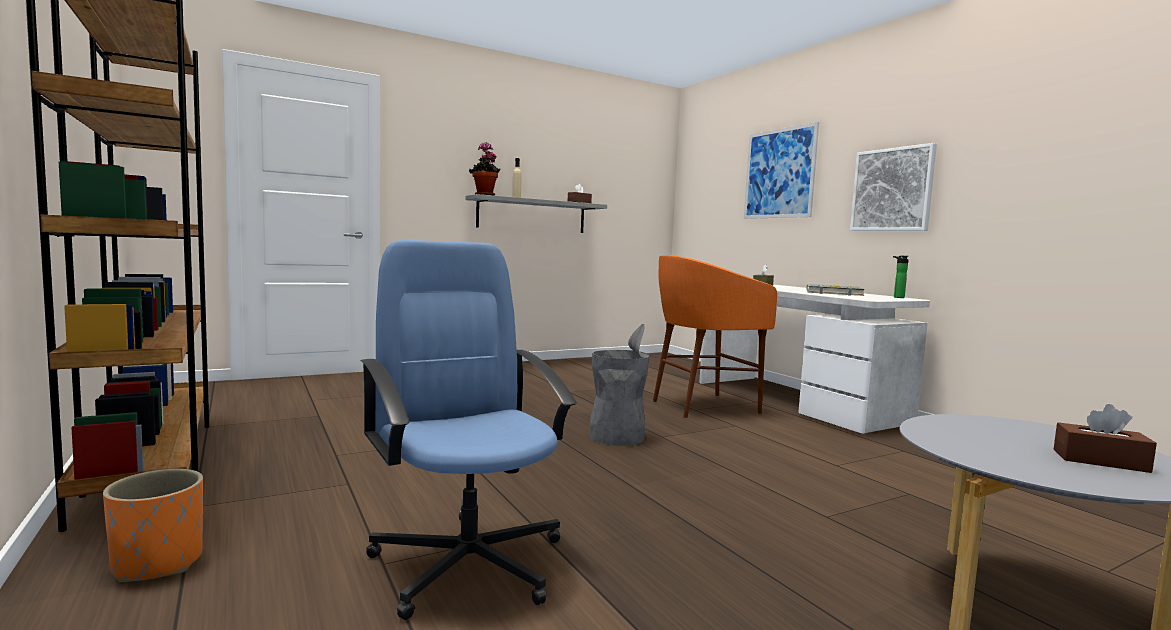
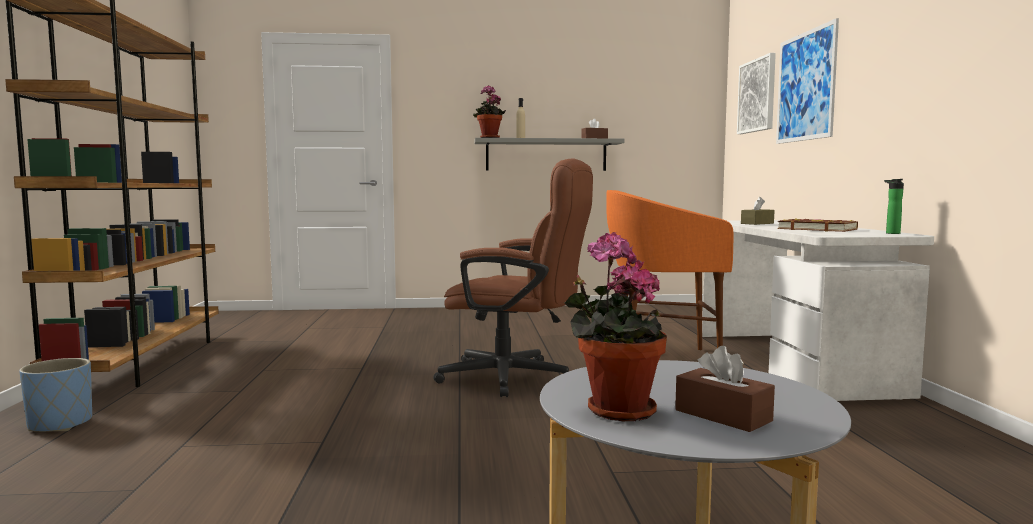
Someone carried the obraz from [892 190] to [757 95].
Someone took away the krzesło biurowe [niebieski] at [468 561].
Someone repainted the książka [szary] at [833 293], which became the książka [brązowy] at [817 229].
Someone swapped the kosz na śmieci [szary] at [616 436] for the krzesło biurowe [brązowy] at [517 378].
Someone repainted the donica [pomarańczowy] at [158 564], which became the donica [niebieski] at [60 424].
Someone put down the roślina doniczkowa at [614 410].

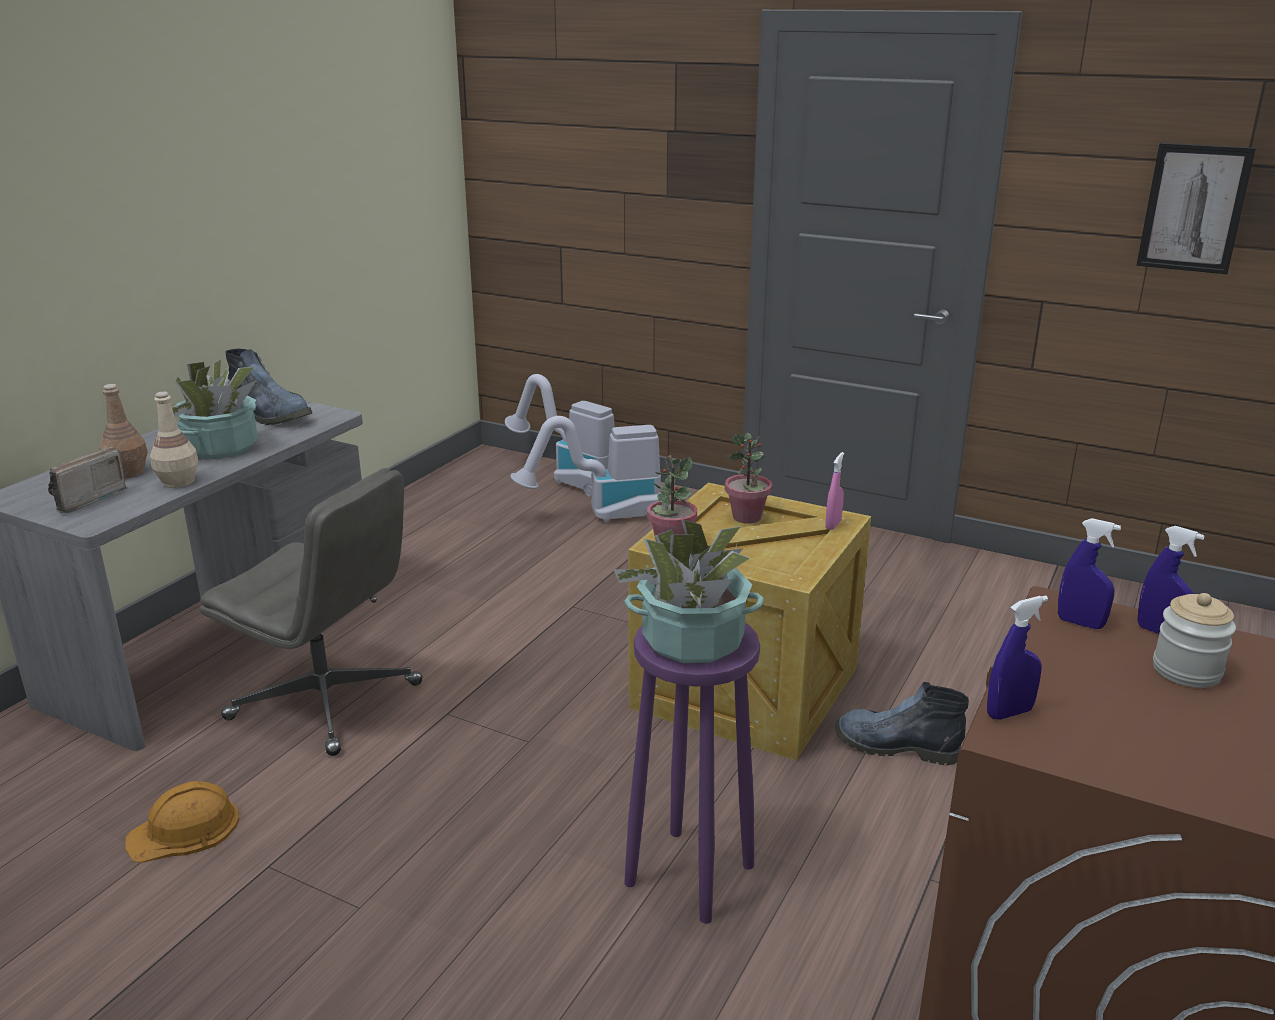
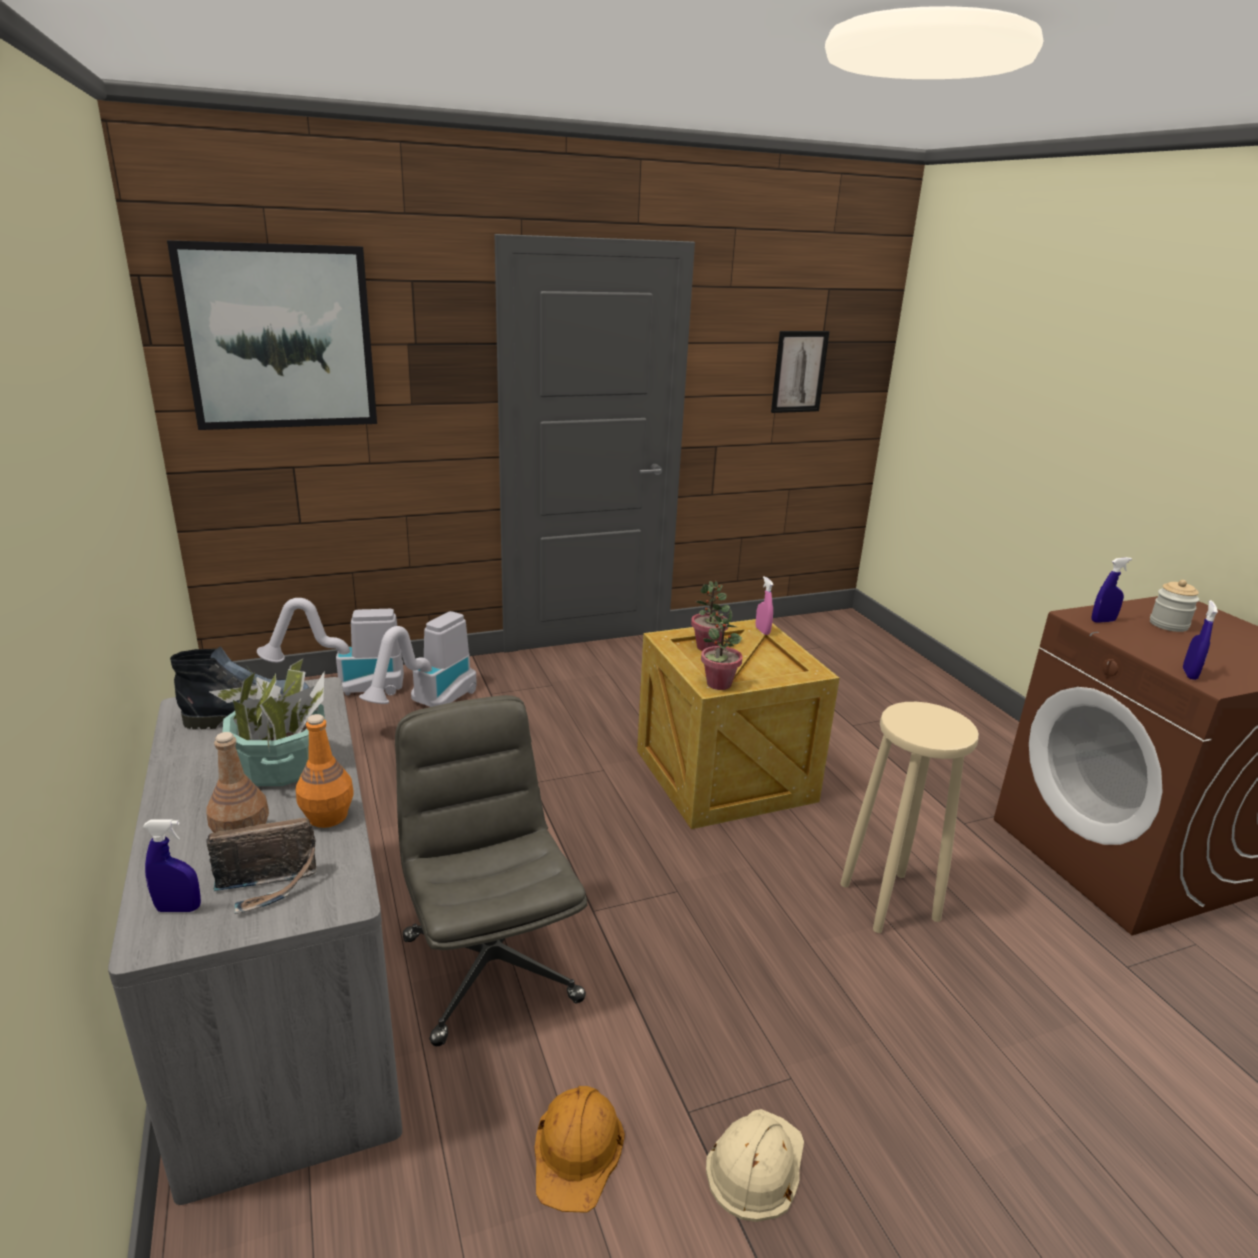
Someone repainted the butelka [beżowy] at [178 482], which became the butelka [pomarańczowy] at [327 816].
Someone rotated the radio at [84 500] by 90 degrees counterclockwise.
Someone rotated the krzesło biurowe [szary] at [327 701] by 90 degrees counterclockwise.
Someone took away the roślina doniczkowa at [693 640].
Someone carried the spryskiwacz [niebieski] from [1159 632] to [178 908].
Someone repainted the stołek [fioletowy] at [691 875], which became the stołek [beżowy] at [890 901].
Someone took away the but z cholewką at [894 746].
Someone put up the obraz at [279 338].
Someone put down the kask [beżowy] at [756 1164].

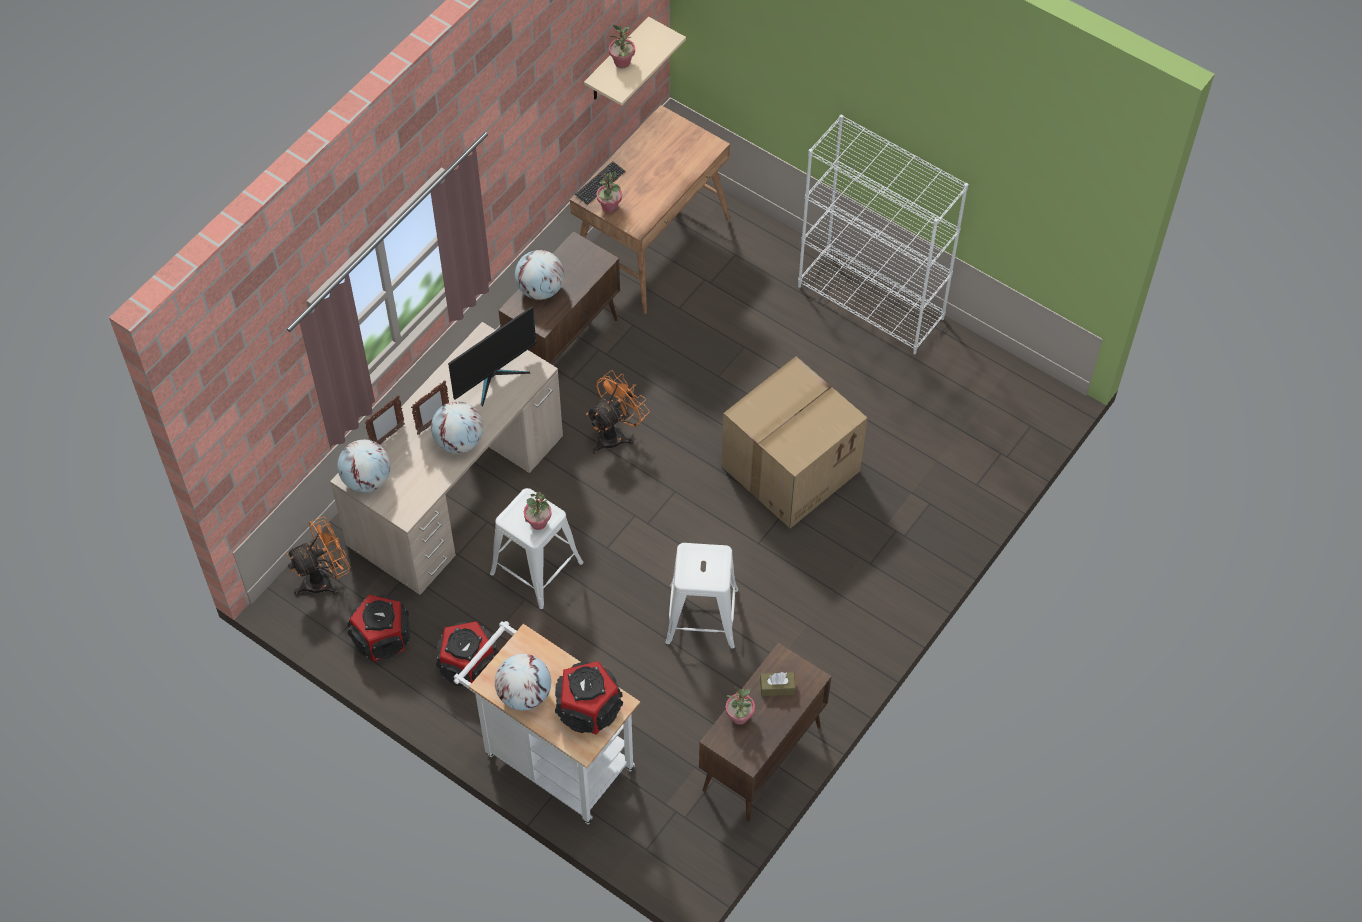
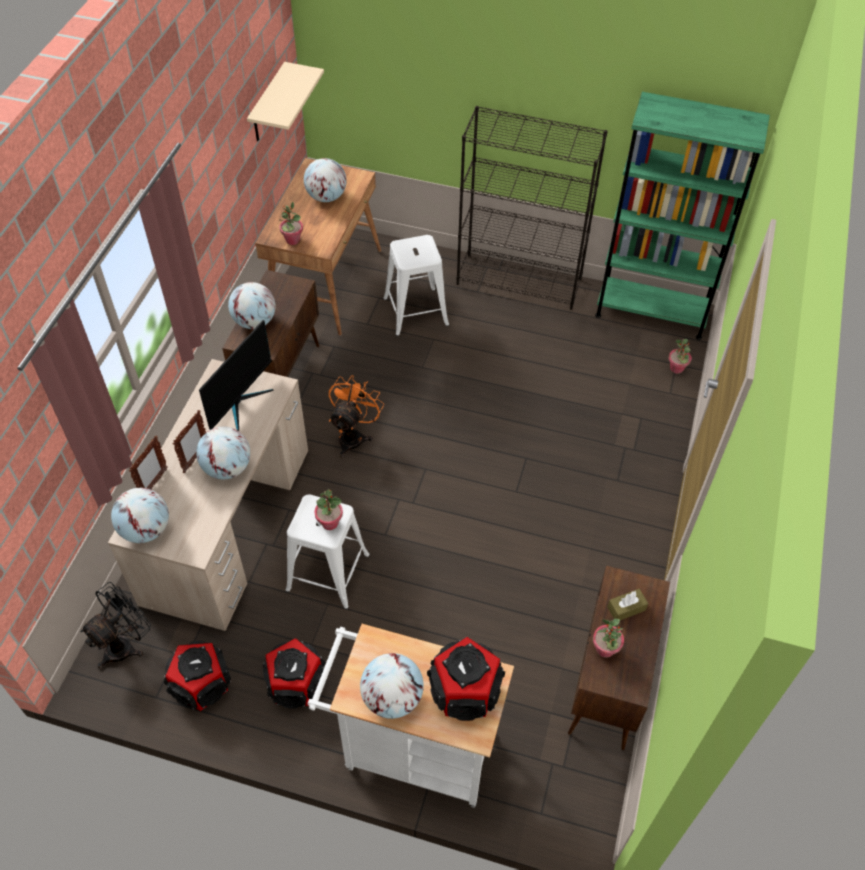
Someone carried the roślina doniczkowa from [622 62] to [676 368].
Someone repainted the regał [biały] at [871 302], which became the regał [czarny] at [520 281].
Someone took away the klawiatura at [600 183].
Someone took away the karton at [790 466].
Someone repainted the wentylator [pomarańczowy] at [324 579], which became the wentylator [czarny] at [125 644].
Someone carried the stołek [biały] from [702 616] to [415 311].
Someone put down the regał [zielony] at [651 311].
Someone put down the globus at [326 197].

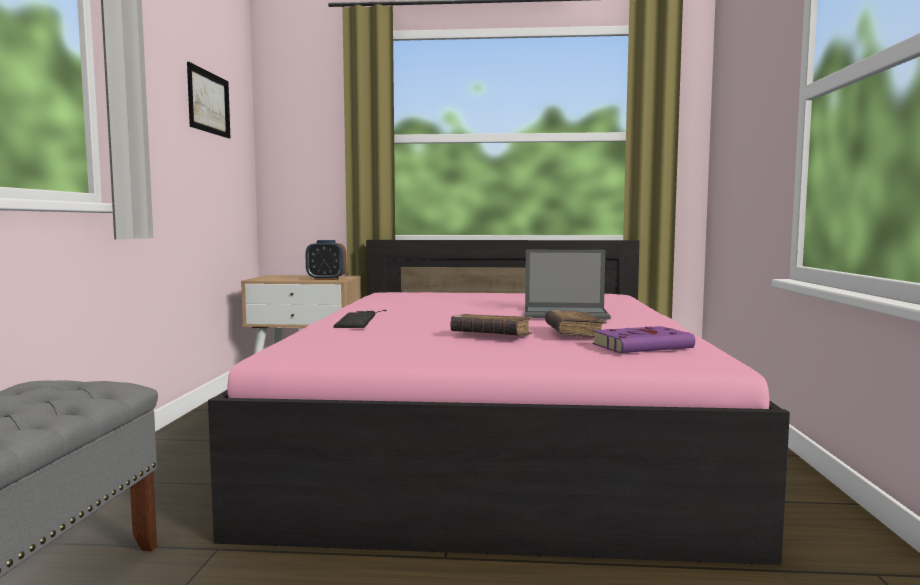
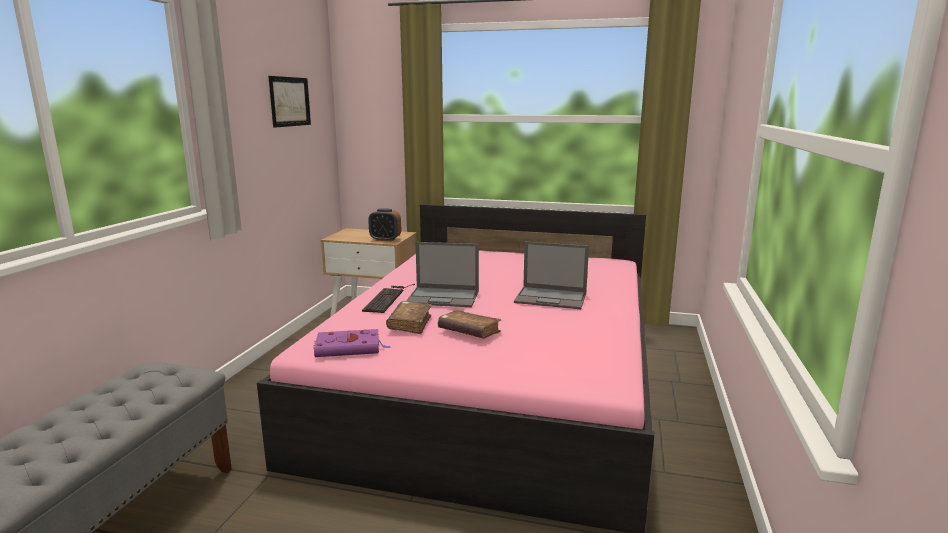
Someone carried the książka [brązowy] from [574 334] to [410 324].
Someone carried the książka [fioletowy] from [644 346] to [350 347].
Someone put down the laptop at [444 297].

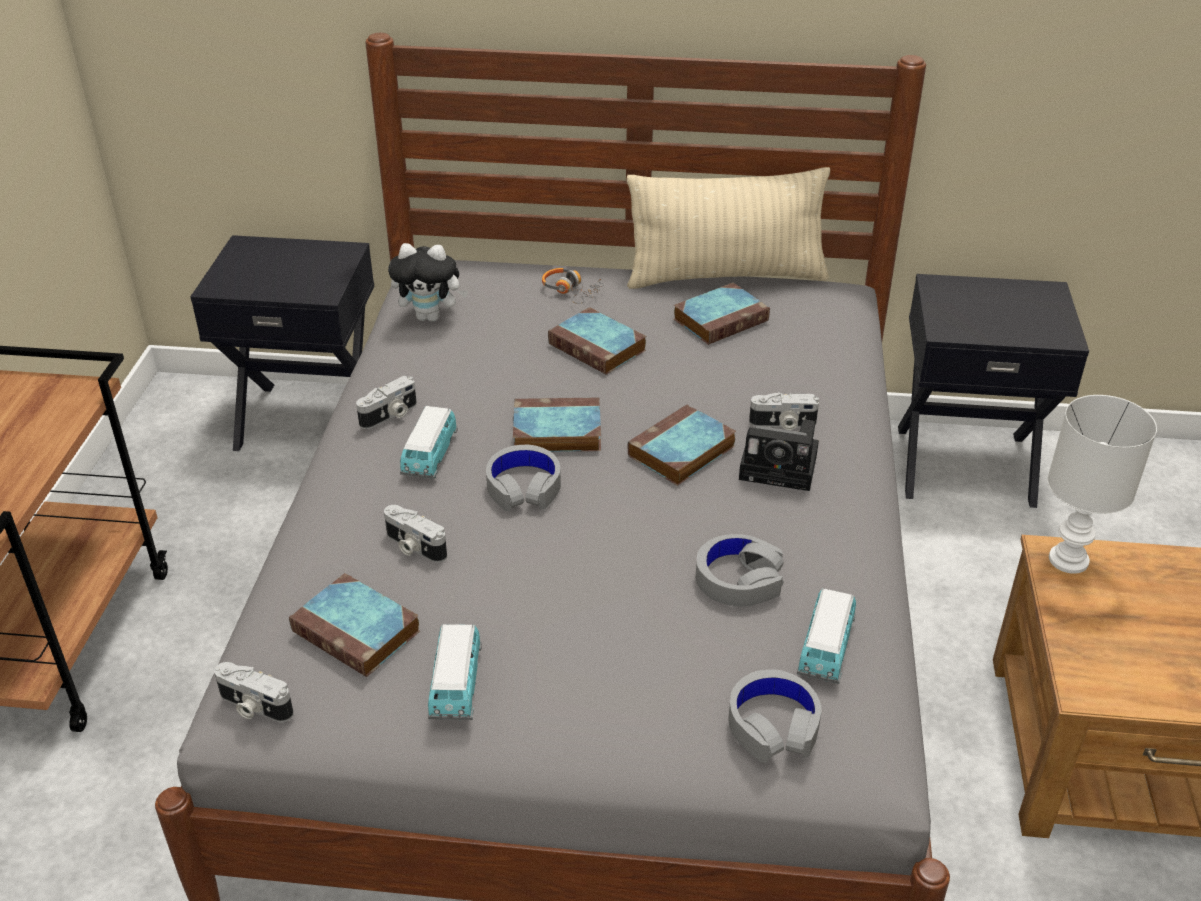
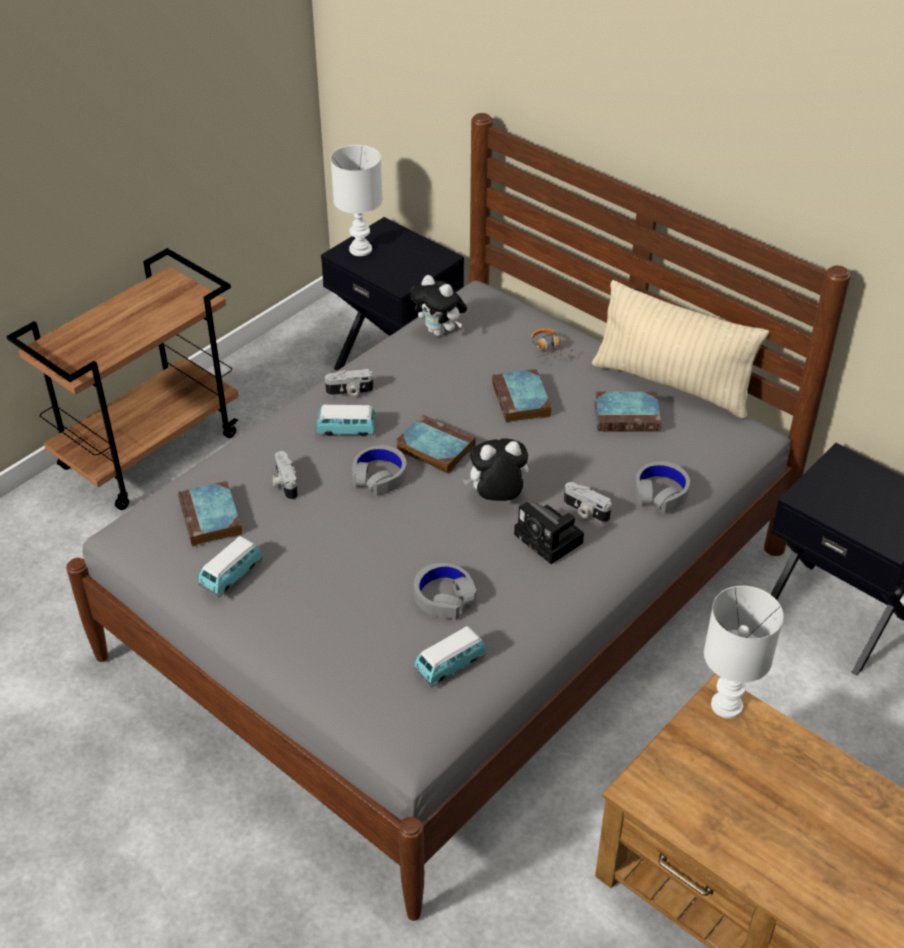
Someone swapped the książka at [680 452] for the pluszak at [497 499].
Someone rotated the samochodzik at [430 457] by 45 degrees clockwise.
Someone took away the aparat fotograficzny at [253 706].
Someone carried the słuchawki [szary] from [773 725] to [660 493].
Someone put down the lampa stołowa [biały] at [359 249].

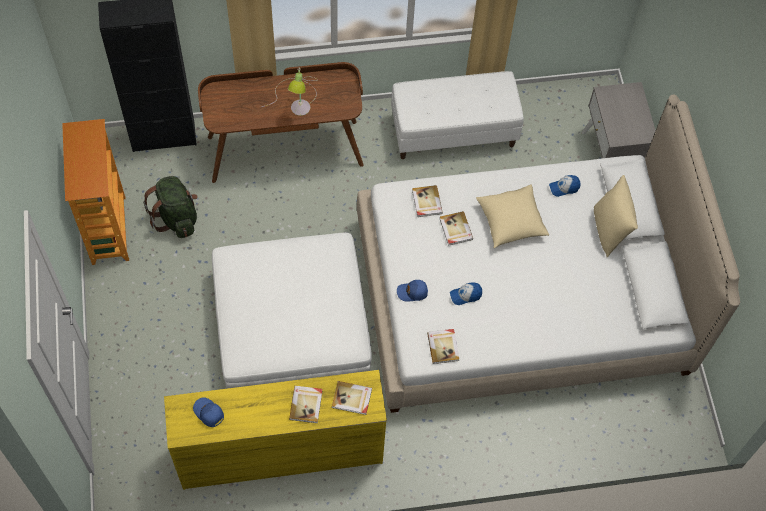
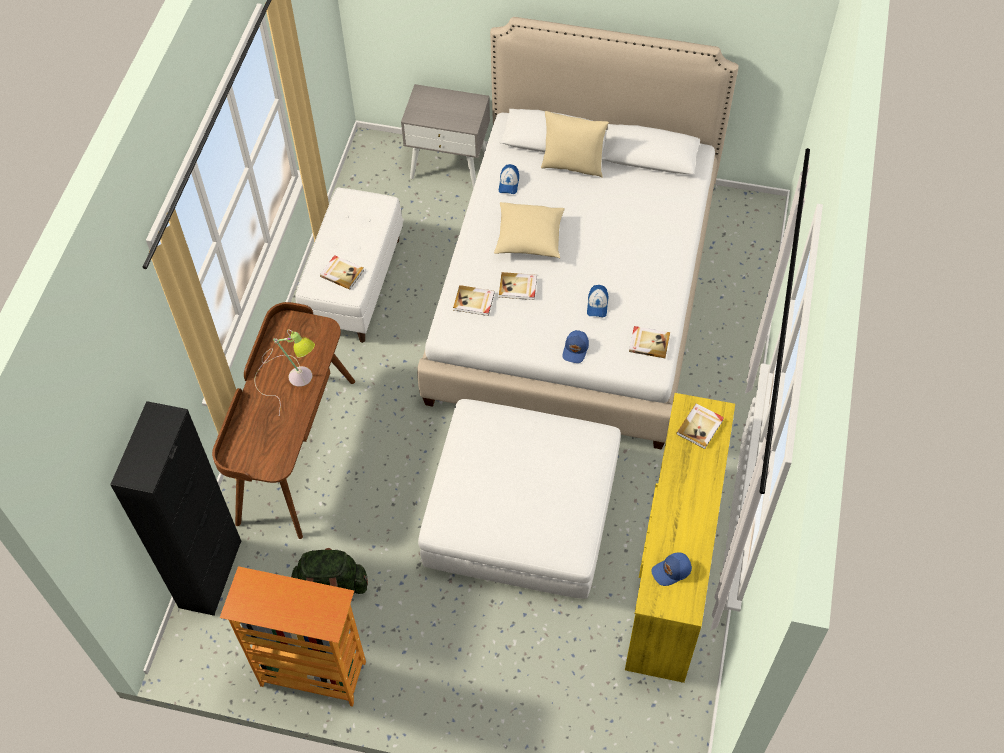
Someone carried the książka from [306 404] to [342 273].

